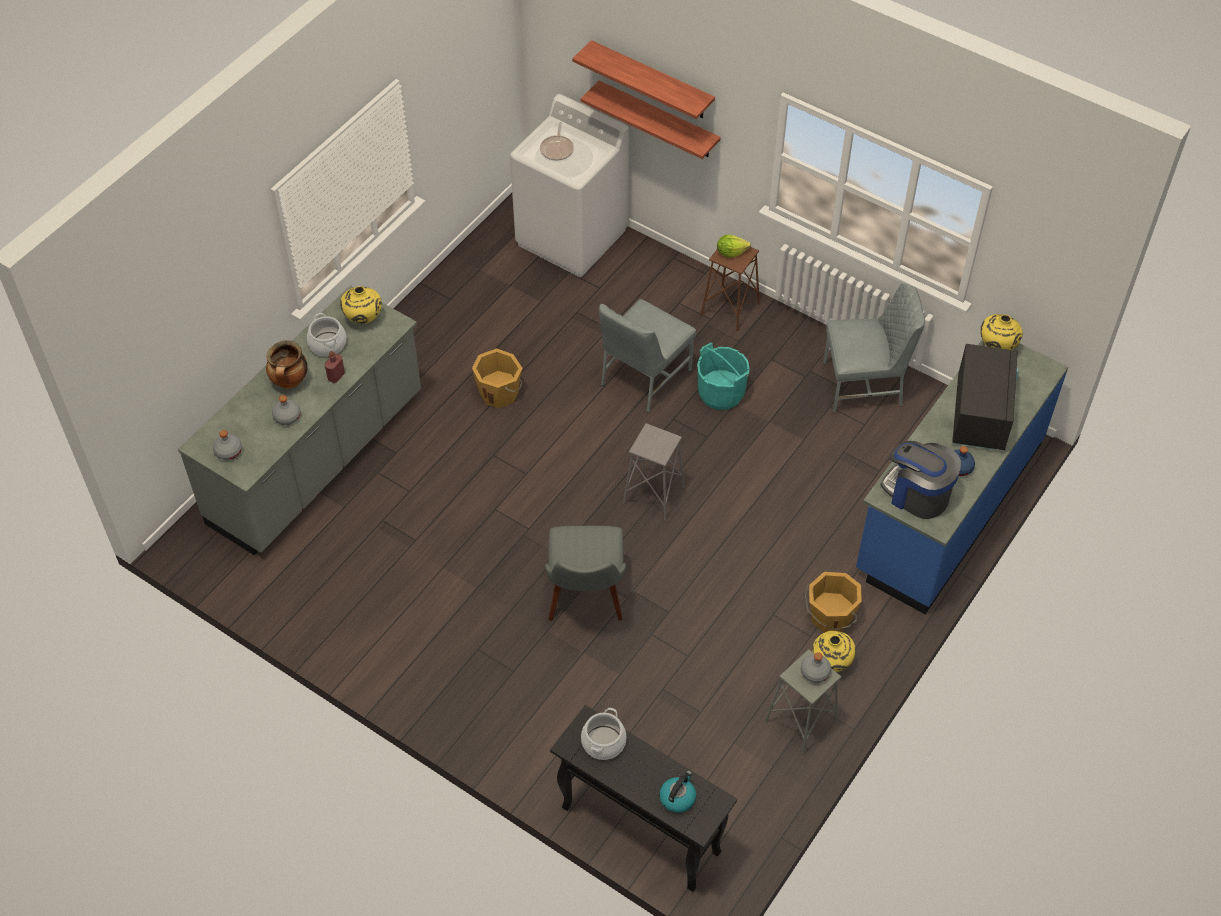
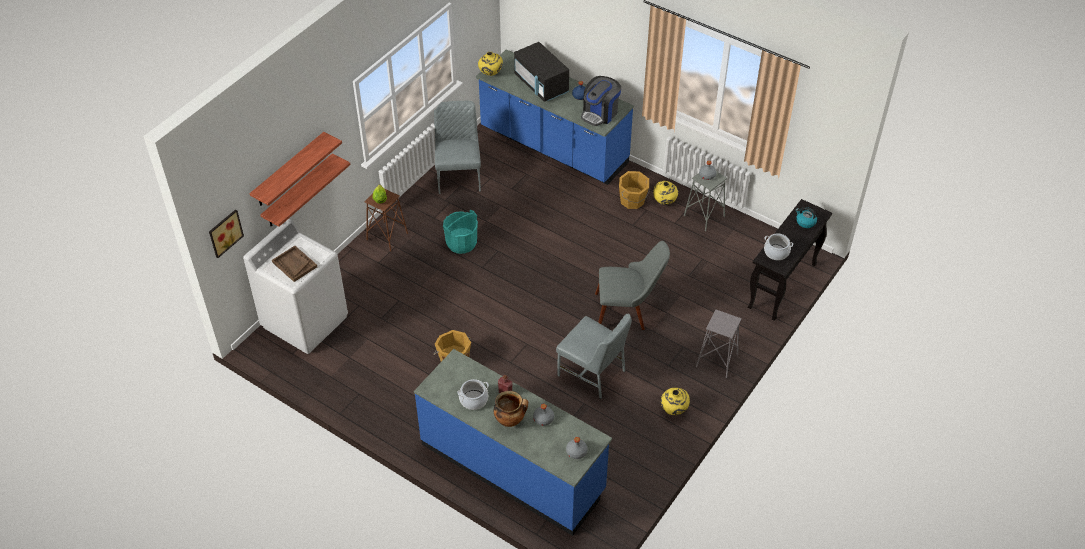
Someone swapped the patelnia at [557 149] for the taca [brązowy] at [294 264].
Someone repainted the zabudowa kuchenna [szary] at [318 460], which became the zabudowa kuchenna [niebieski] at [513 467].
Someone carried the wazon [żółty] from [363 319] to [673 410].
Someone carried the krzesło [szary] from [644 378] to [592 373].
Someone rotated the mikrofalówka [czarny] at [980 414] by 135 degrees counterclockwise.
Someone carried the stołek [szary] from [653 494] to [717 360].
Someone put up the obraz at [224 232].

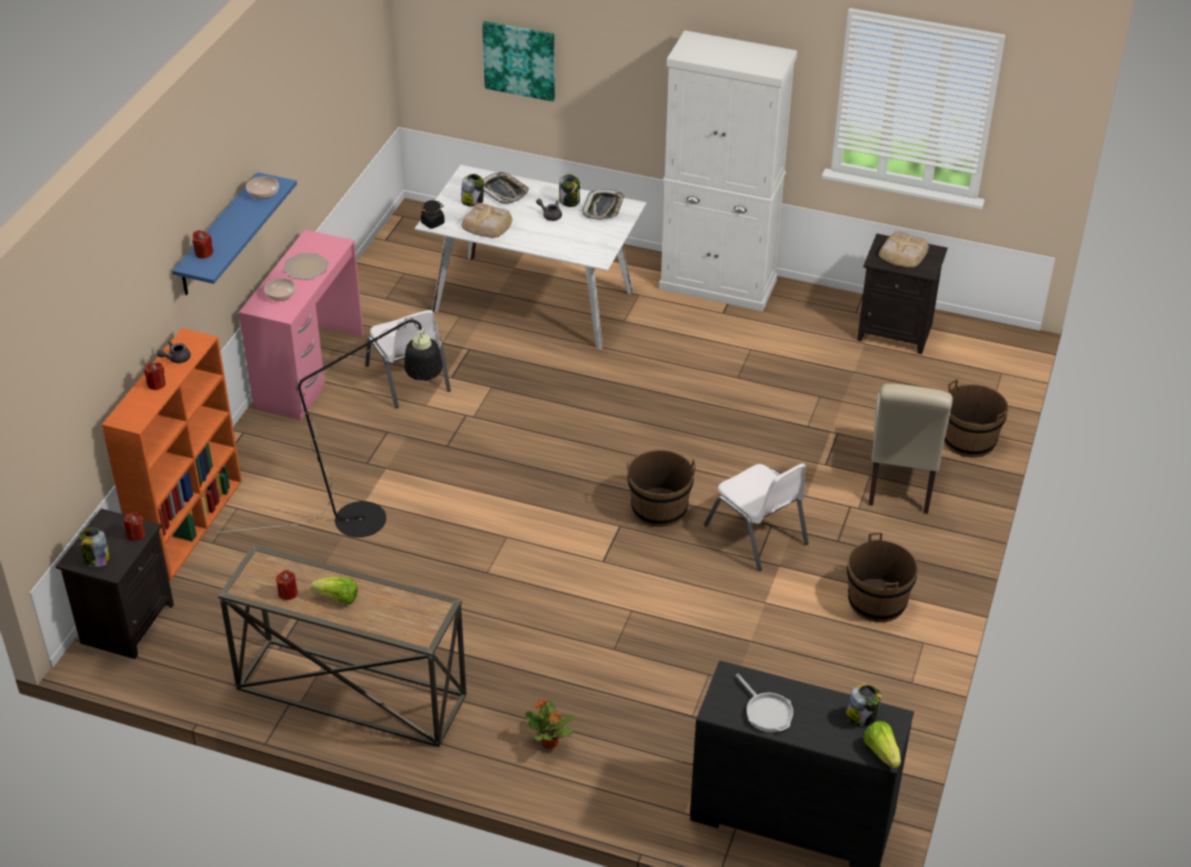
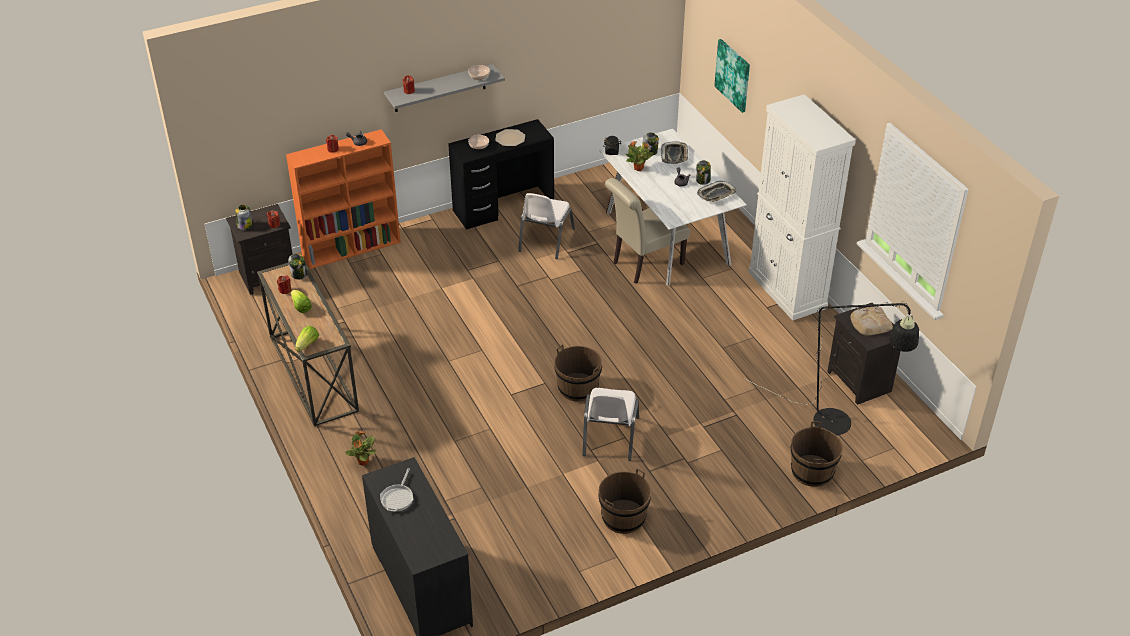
Someone repainted the półka [niebieski] at [218 236], which became the półka [szary] at [440 88].
Someone swapped the chleb at [487 225] for the roślina doniczkowa at [639 168].
Someone repainted the biurko [różowy] at [309 371], which became the biurko [czarny] at [503 207].
Someone carried the lampa stojąca [czarny] from [374 517] to [841 426].
Someone carried the krzesło [beżowy] from [901 484] to [644 264].
Someone carried the słoik from [861 716] to [299 274].
Someone carried the sałata from [882 752] to [307 345].

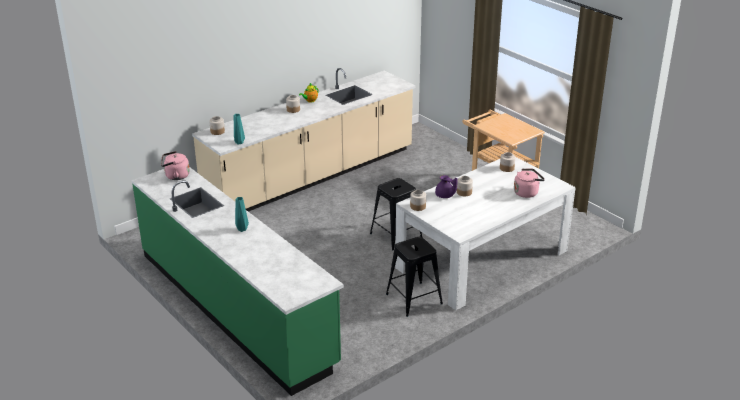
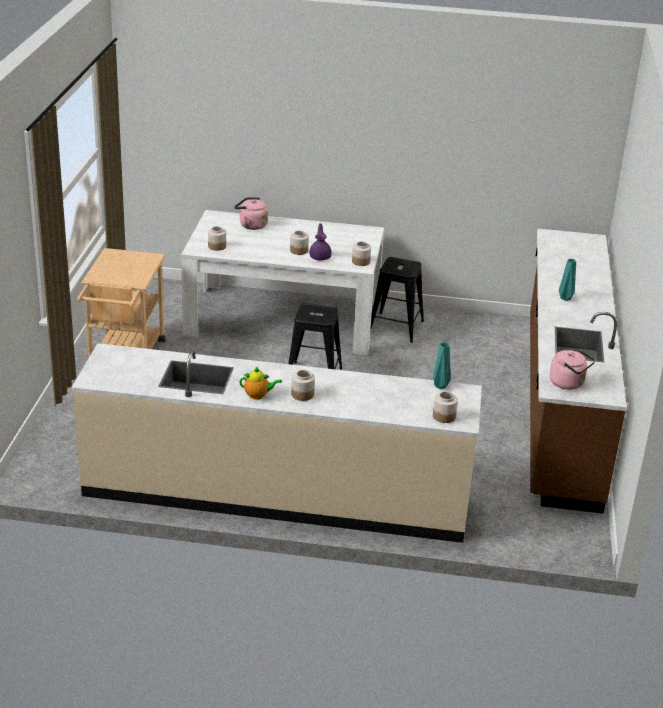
Someone repainted the zabudowa kuchenna [zielony] at [236 307], which became the zabudowa kuchenna [brązowy] at [559 406].

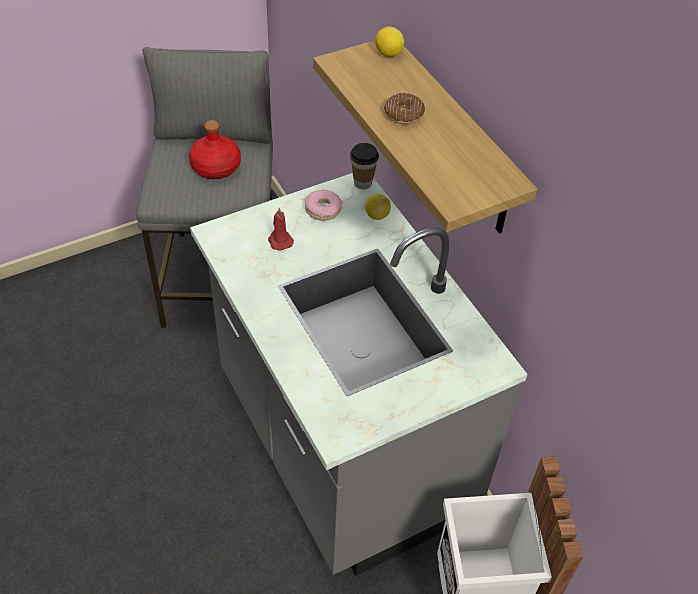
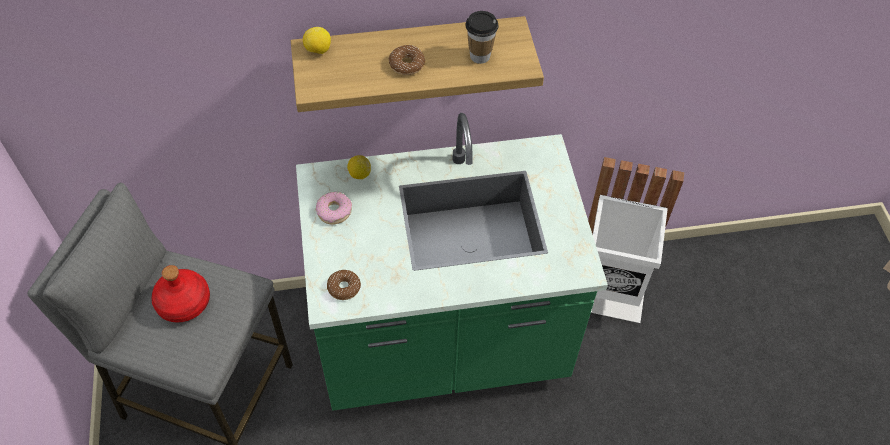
Someone carried the filiżanka from [362 183] to [479 56].
Someone repainted the zabudowa kuchenna [szary] at [341 446], which became the zabudowa kuchenna [zielony] at [442 343].
Someone took away the świeca [czerwony] at [280 240].
Someone put down the donut at [344 288].

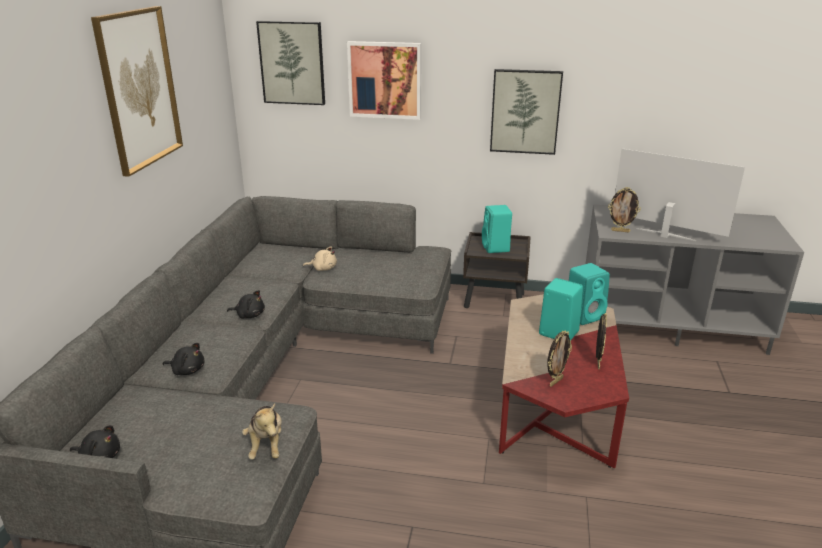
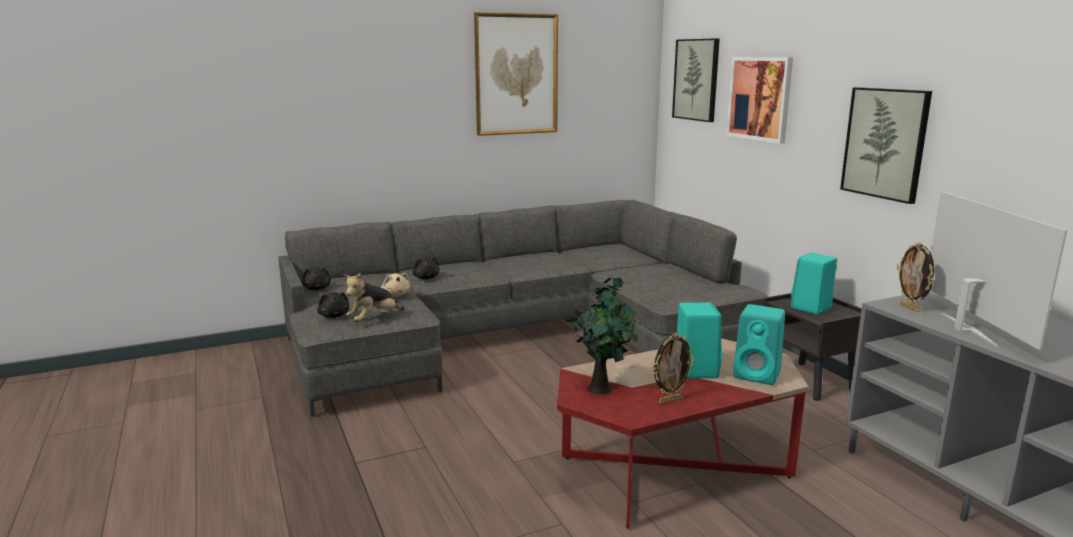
Someone carried the pluszak [beżowy] from [323 268] to [395 295].
Someone carried the pluszak [czarny] from [249 315] to [334 316].
Someone swapped the ramka na zdjęcie at [555 381] for the roślina doniczkowa at [601 388].

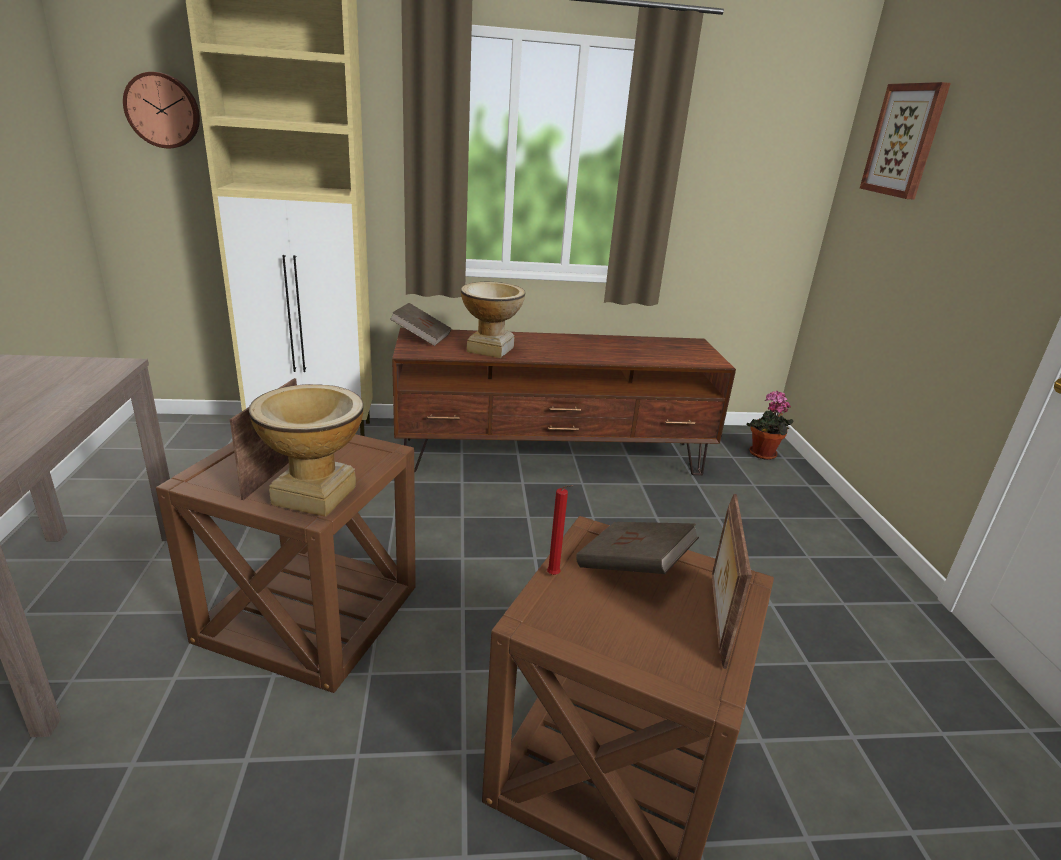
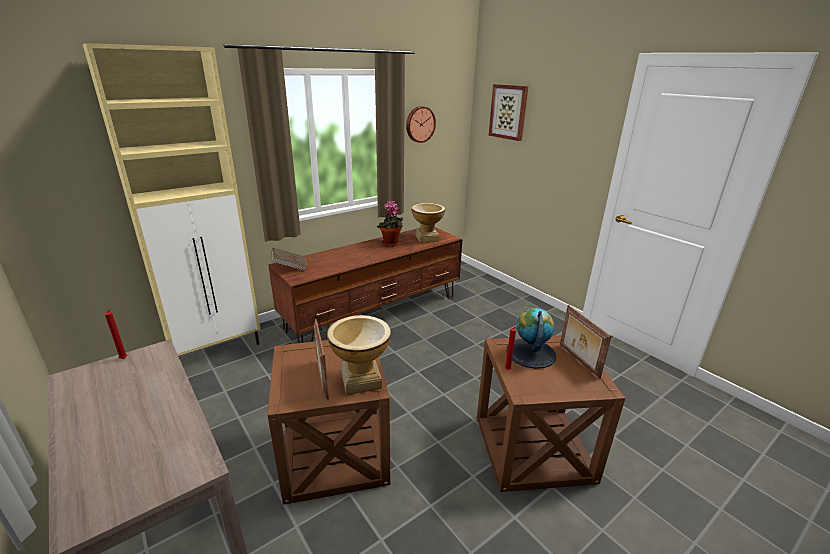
Someone carried the zegar ścienny from [163 110] to [419 124].
Someone carried the wazon from [490 349] to [427 239].
Someone carried the roślina doniczkowa from [762 455] to [391 244].
Someone swapped the książka [brązowy] at [633 567] for the globus at [530 353].
Someone put down the świeca [czerwony] at [124 359].

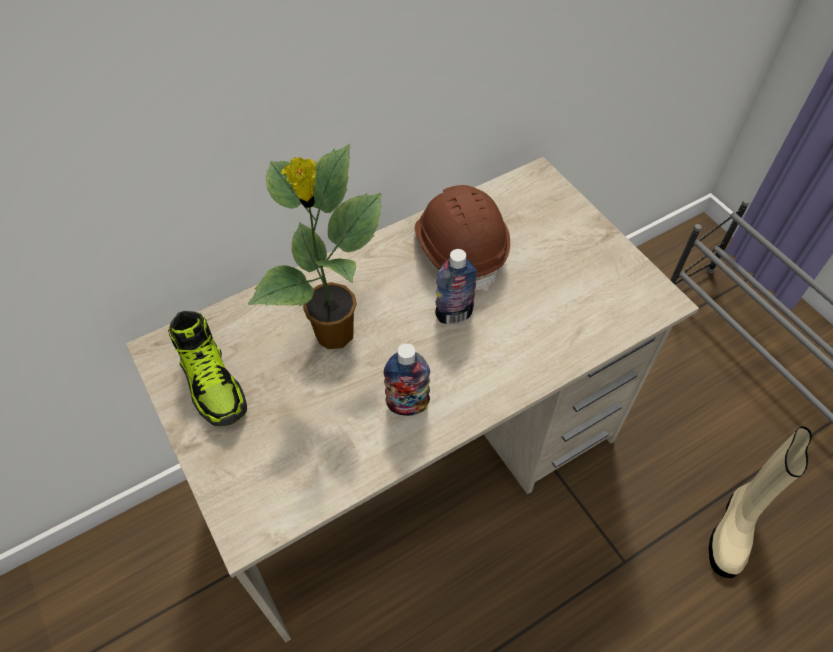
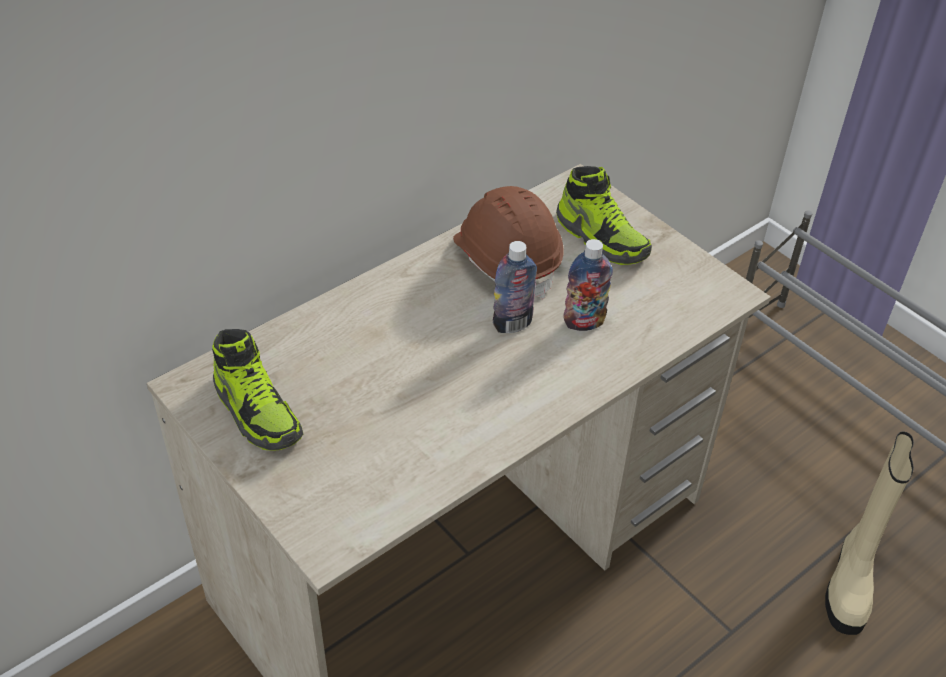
Someone took away the roślina doniczkowa at [334 336].
Someone carried the butelka from [407 405] to [584 322].
Someone put down the but at [602 238].

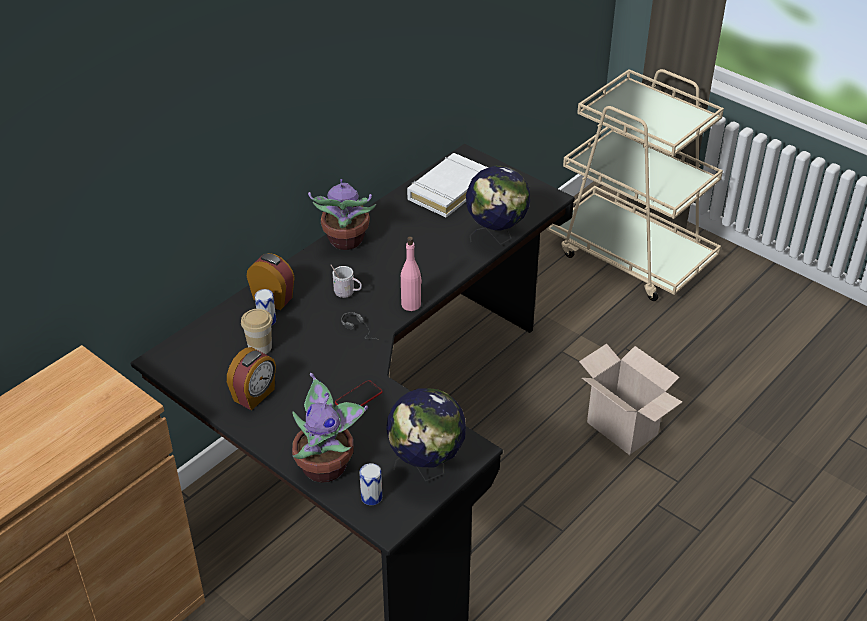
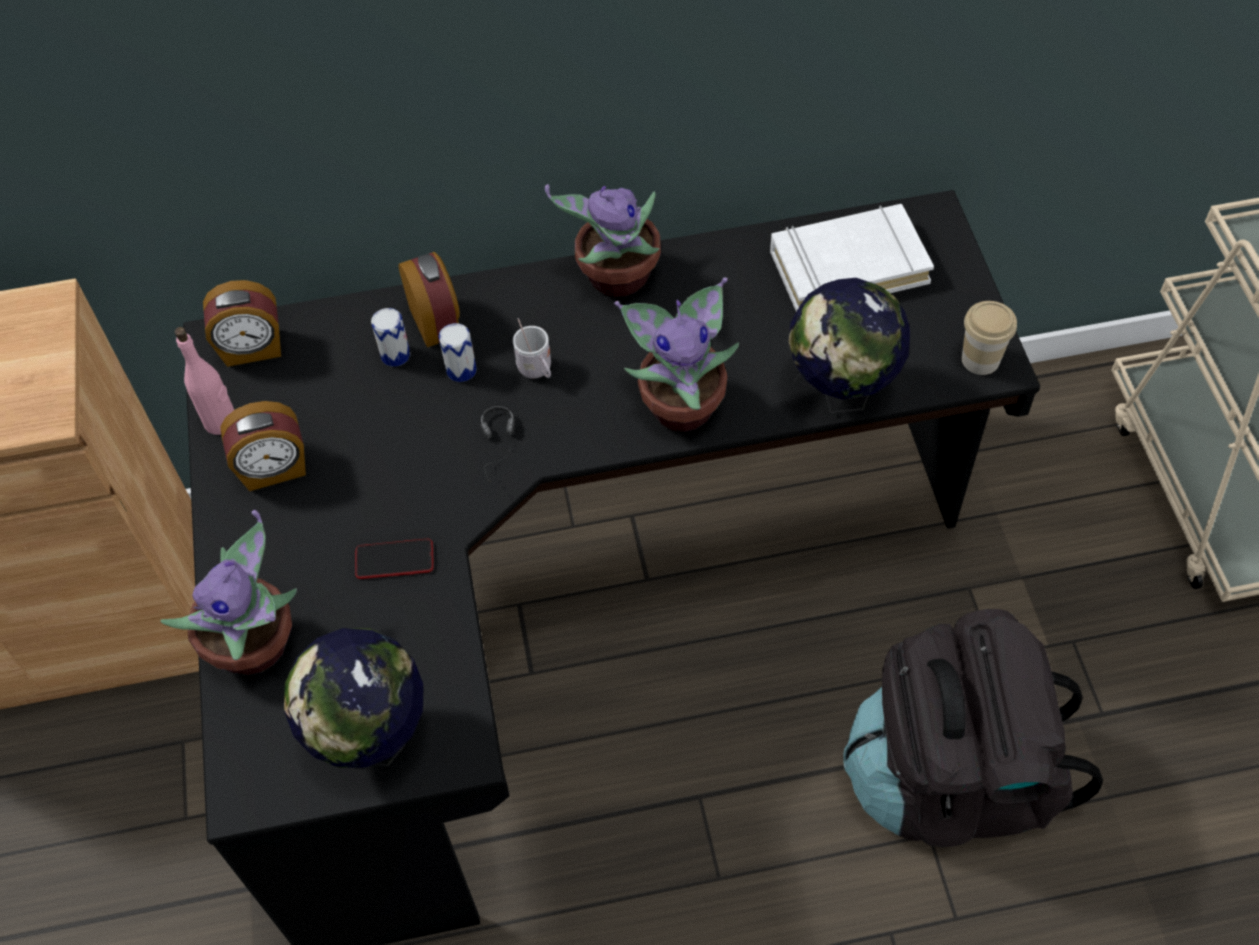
Someone carried the butelka [różowy] from [411 304] to [221 421].
Someone carried the filiżanka from [260 347] to [980 359].
Someone swapped the karton at [625 429] for the plecak [czarny] at [951 777].
Someone carried the puszka from [371 497] to [461 370].
Someone put down the roślina doniczkowa at [682 403].
Someone put down the budzik at [253 349].

